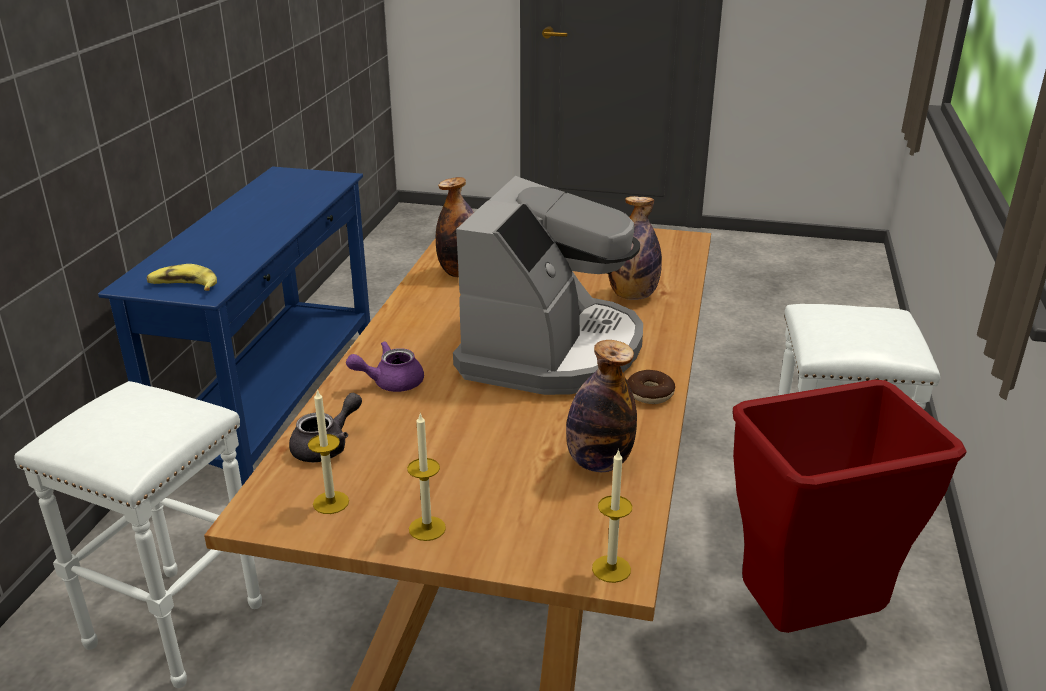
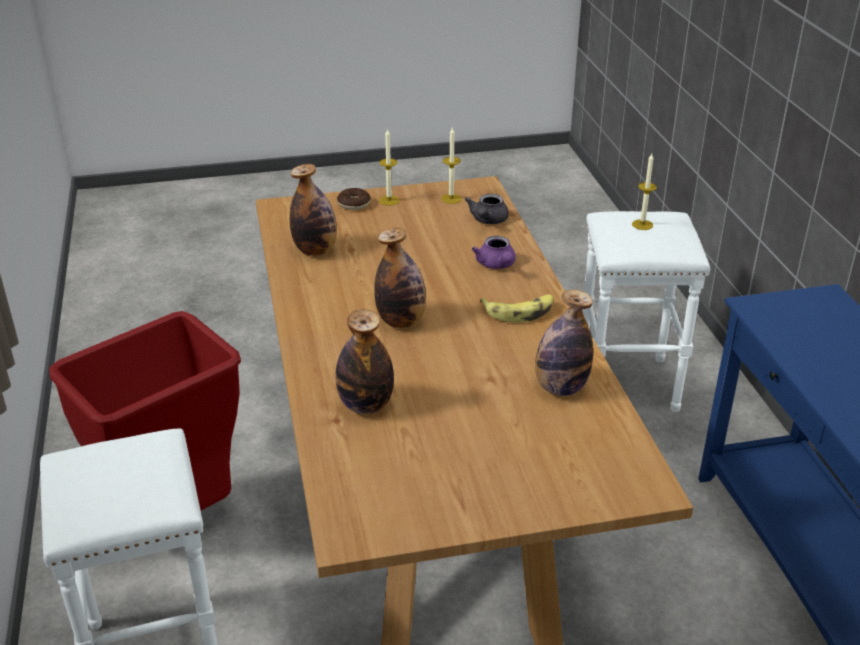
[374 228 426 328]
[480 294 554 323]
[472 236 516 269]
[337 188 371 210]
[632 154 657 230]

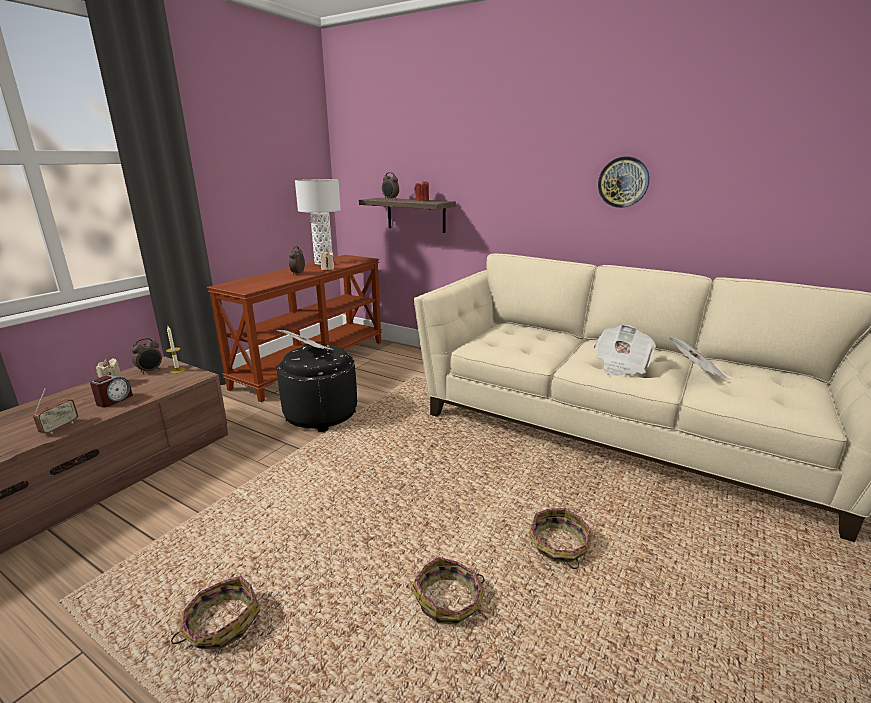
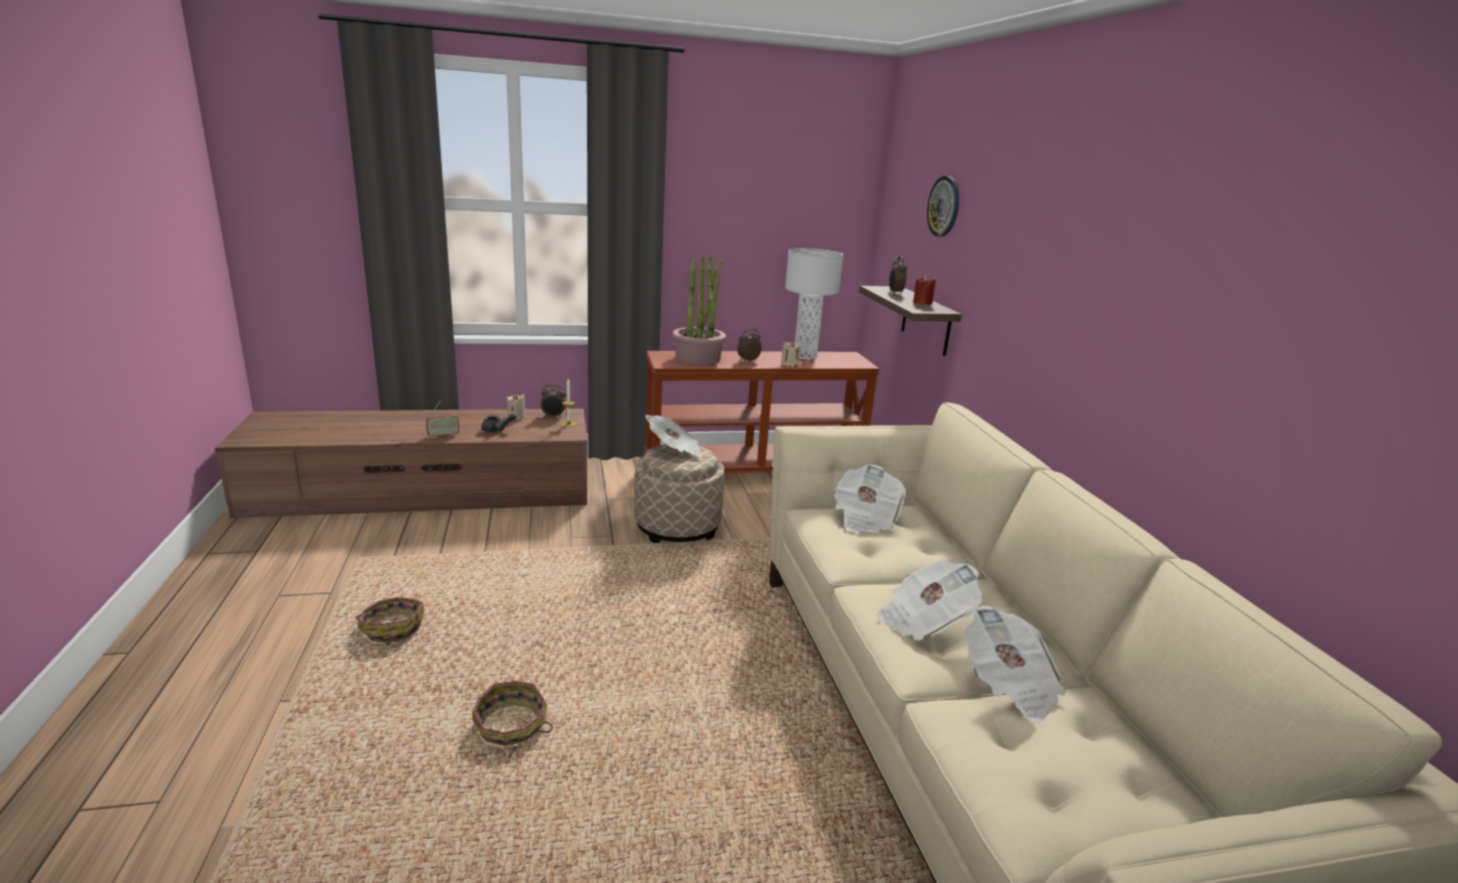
[927 176 959 237]
[634 444 724 543]
[481 413 517 433]
[529 508 592 569] (first image)
[672 256 726 365]
[833 464 907 533]

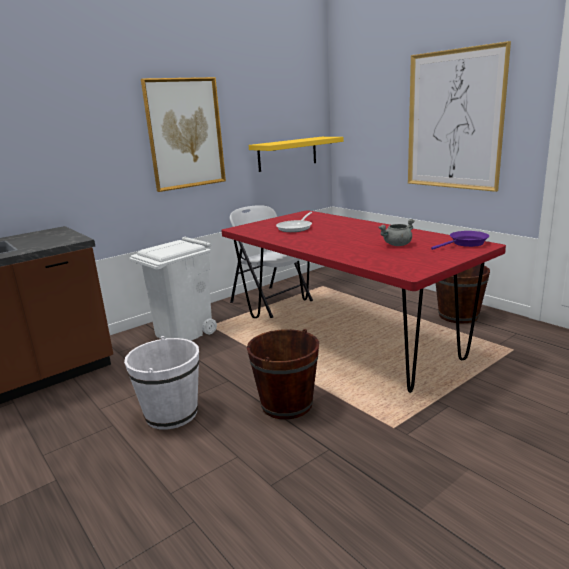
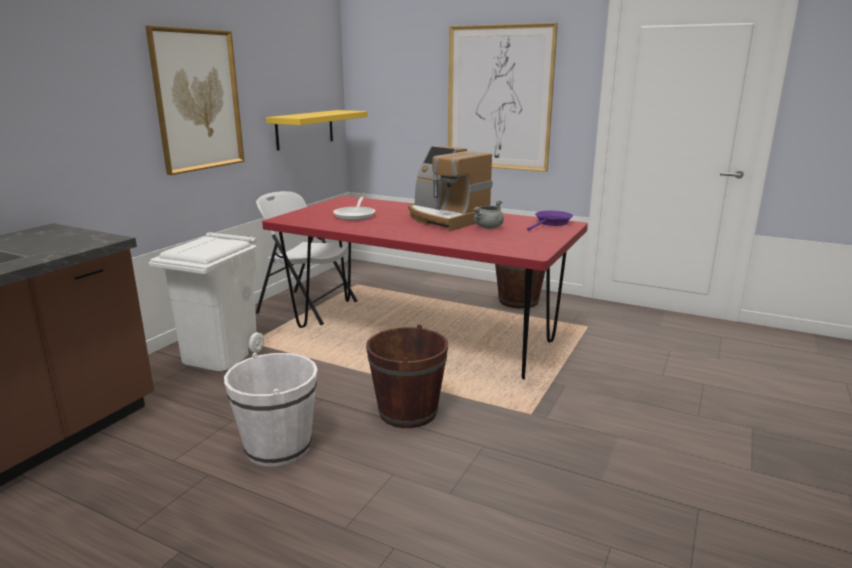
[408 146 493 231]

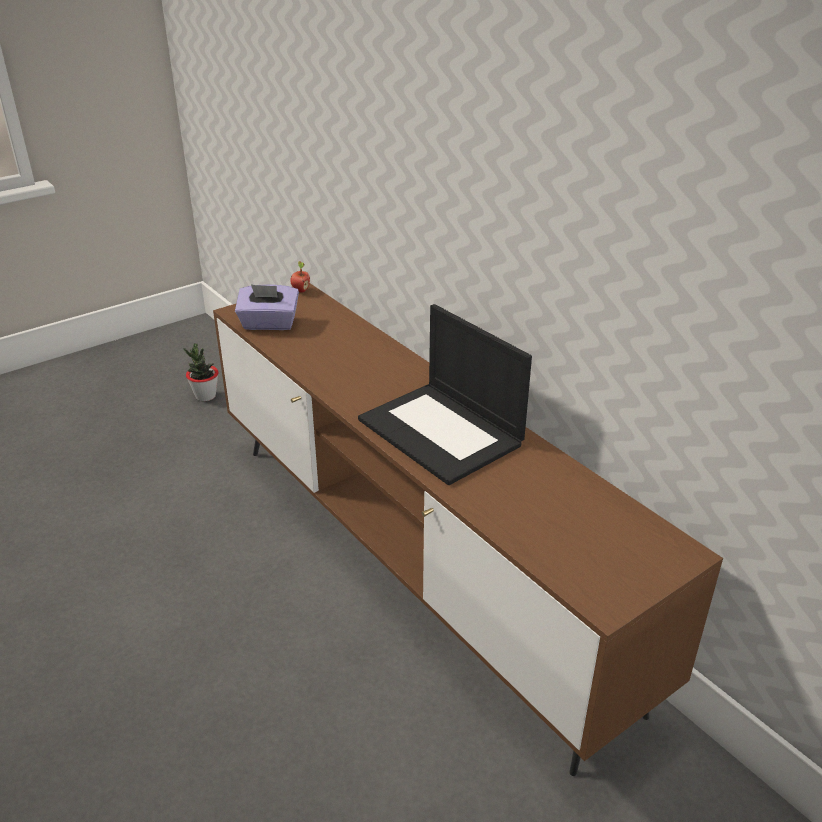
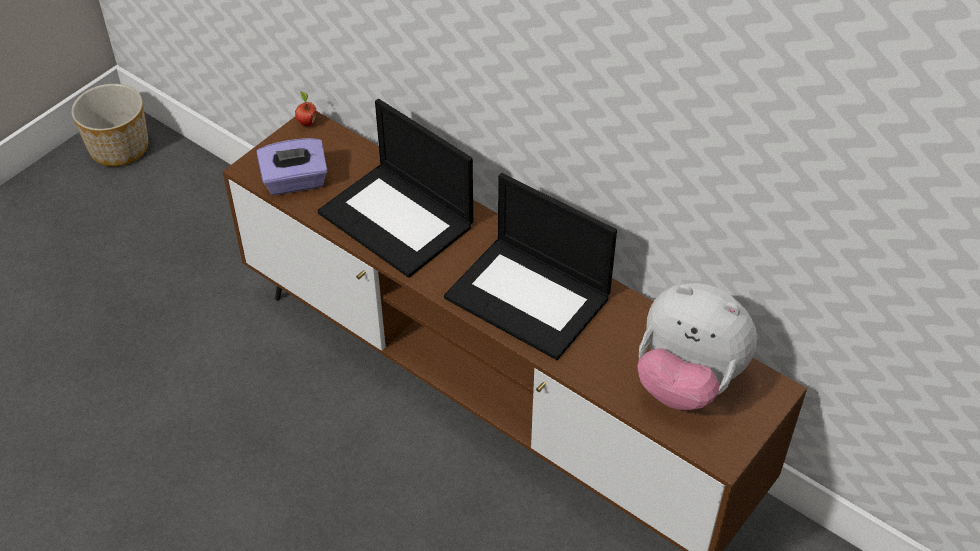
[183 343 219 401] (first image)
[71 84 148 167]
[317 99 473 278]
[638 283 757 410]

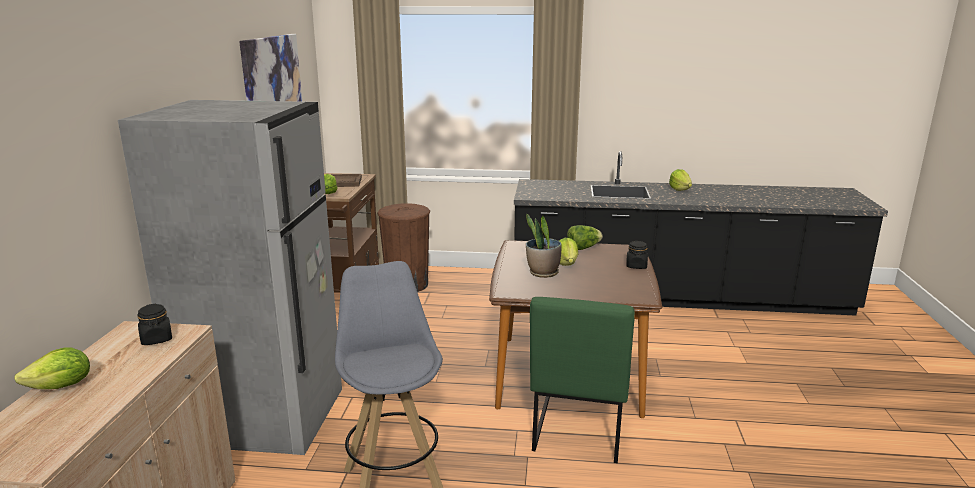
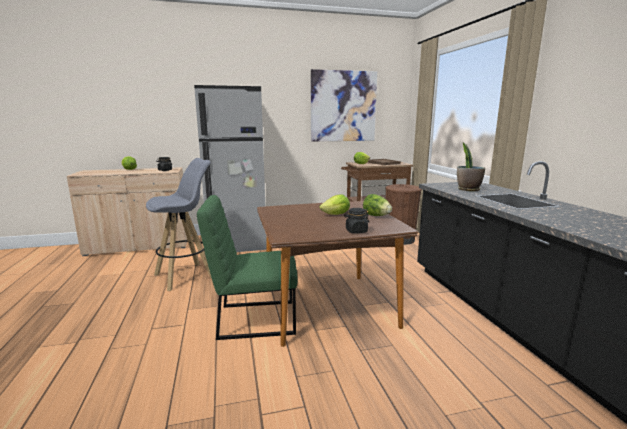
[669 169 692 191] (first image)
[457 142 485 191]

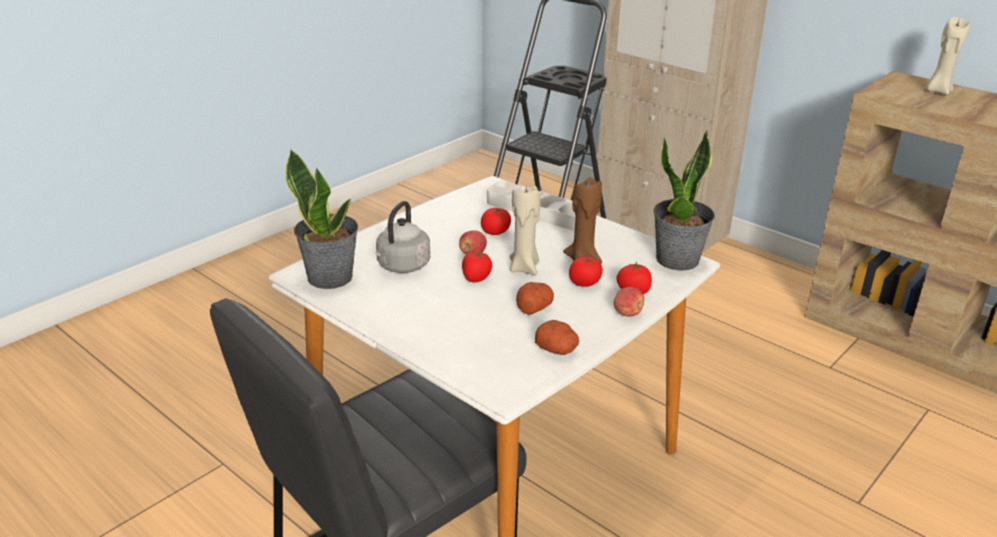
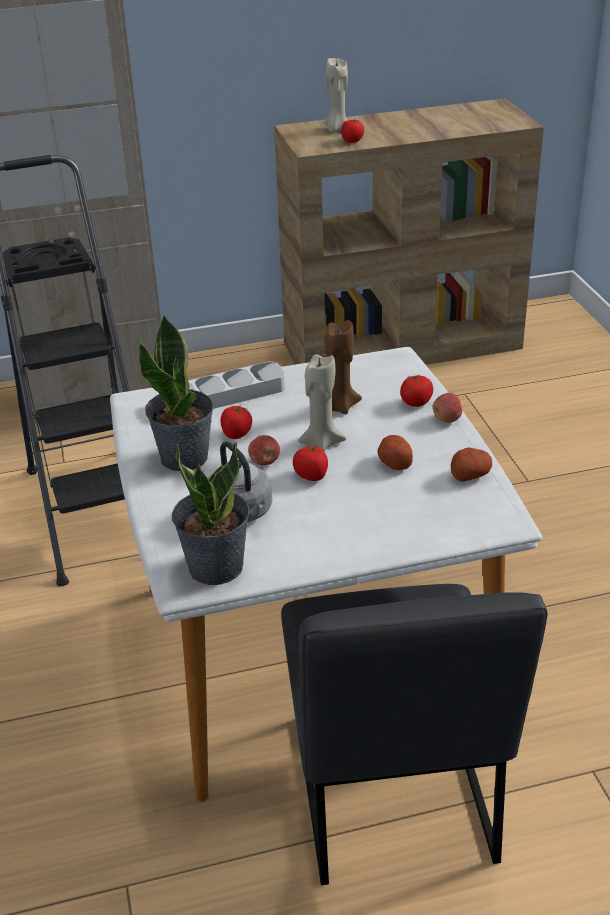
[139 314 214 471]
[341 119 364 143]

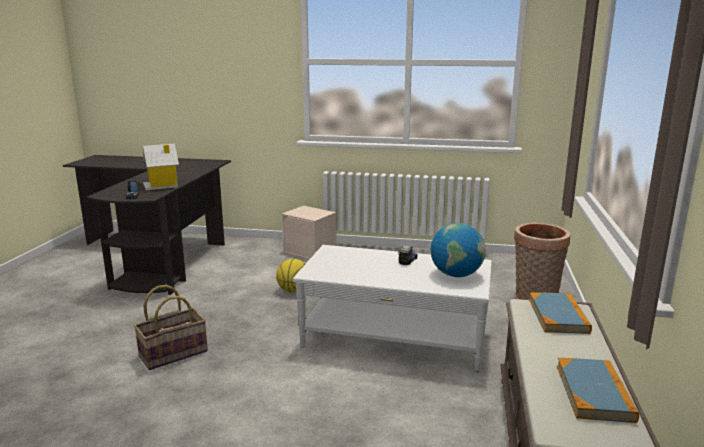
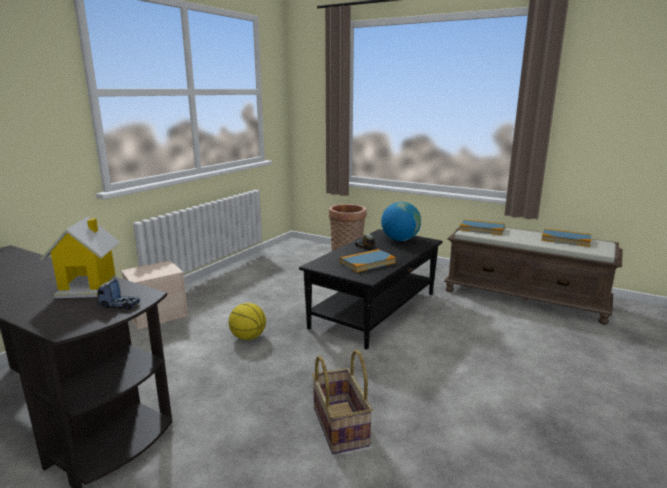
[299 229 442 350]
[340 249 396 273]

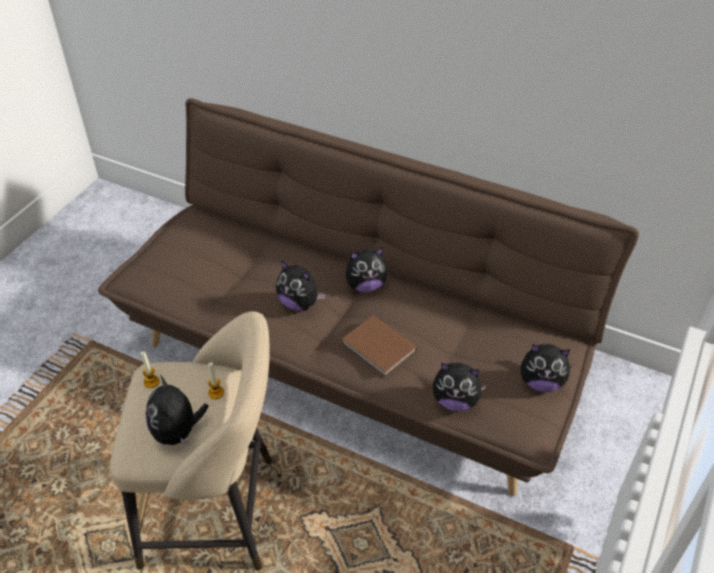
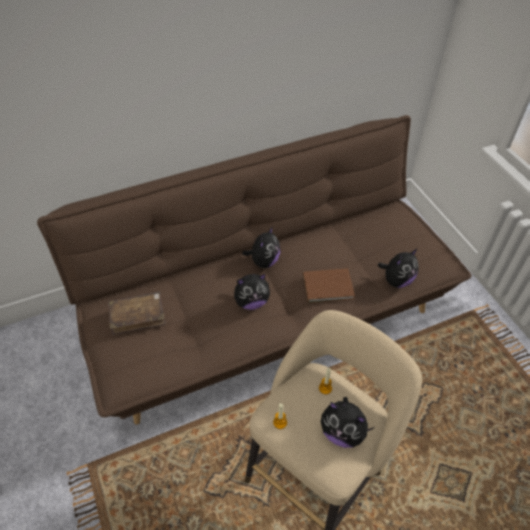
[520 344 573 392] (first image)
[108 292 166 335]

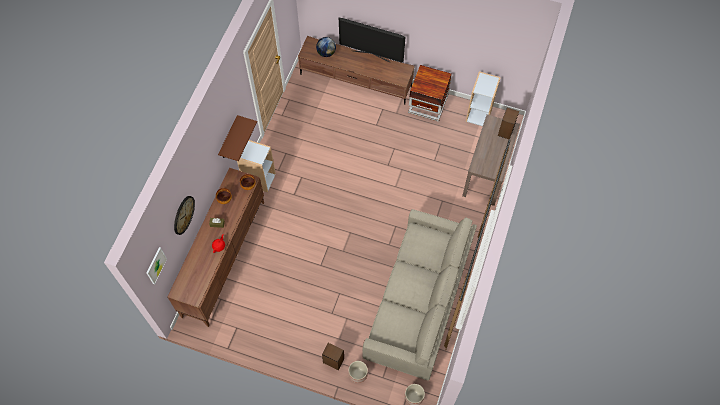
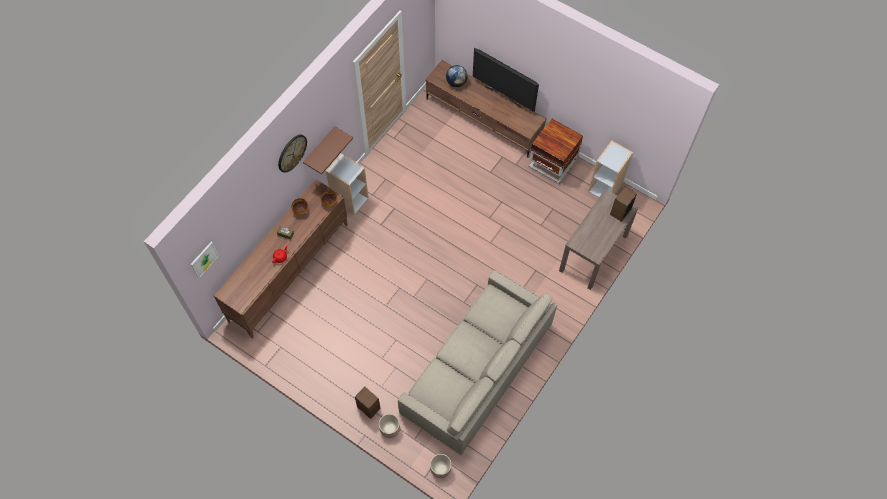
[278 135 307 173]

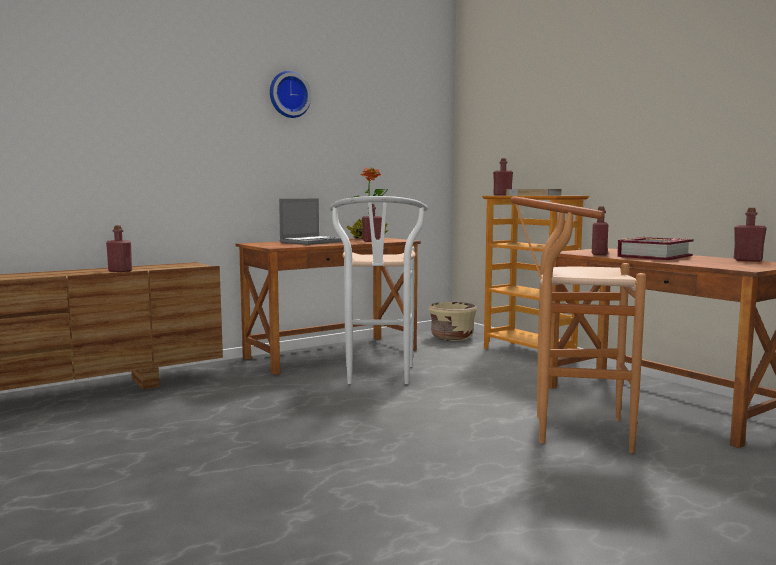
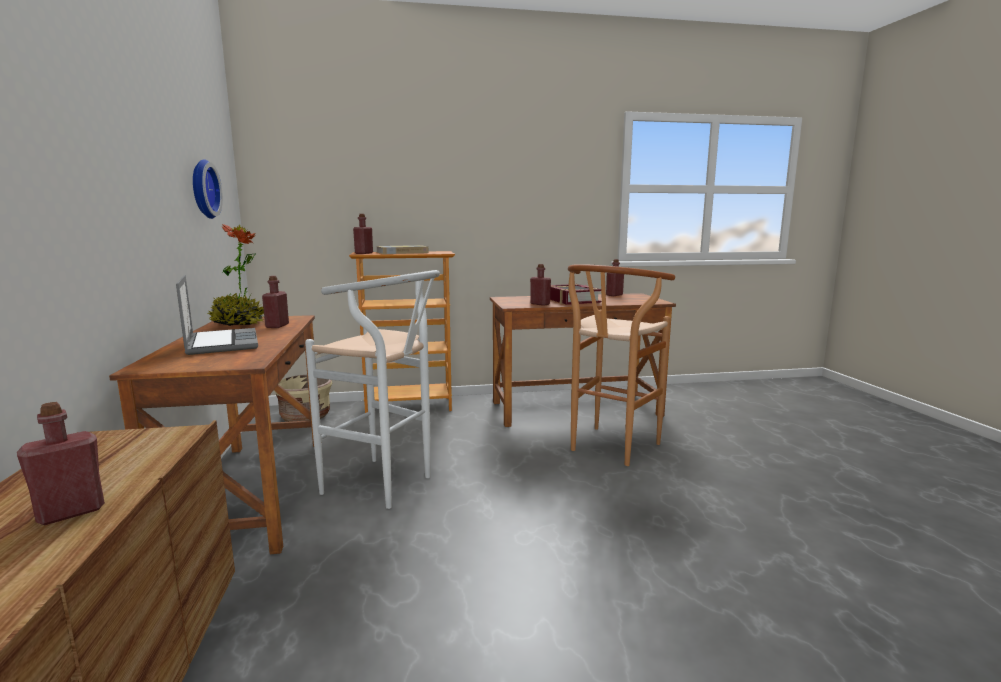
[193 159 223 219]

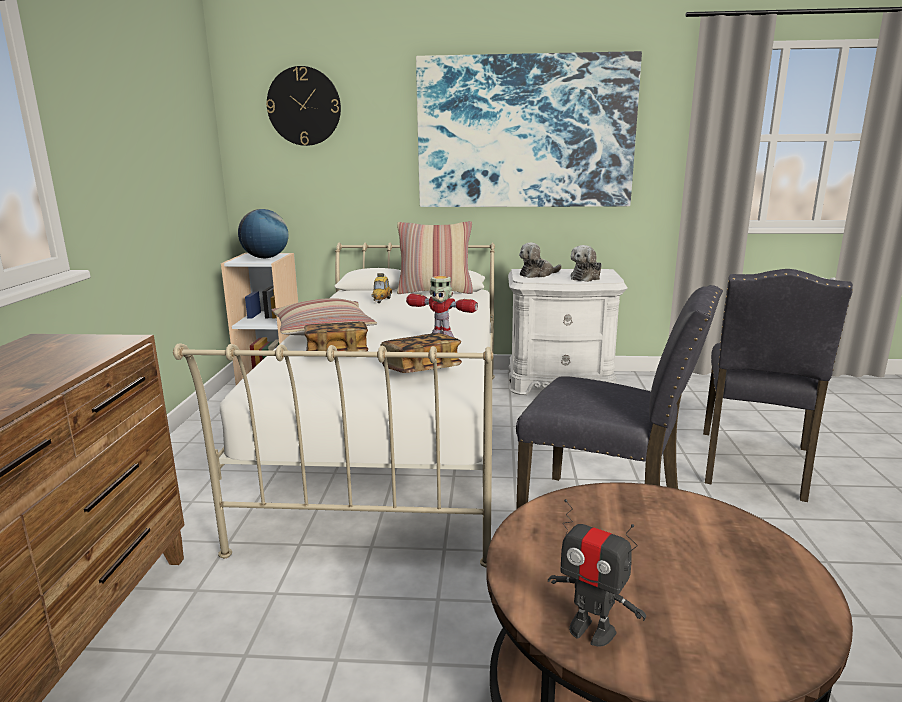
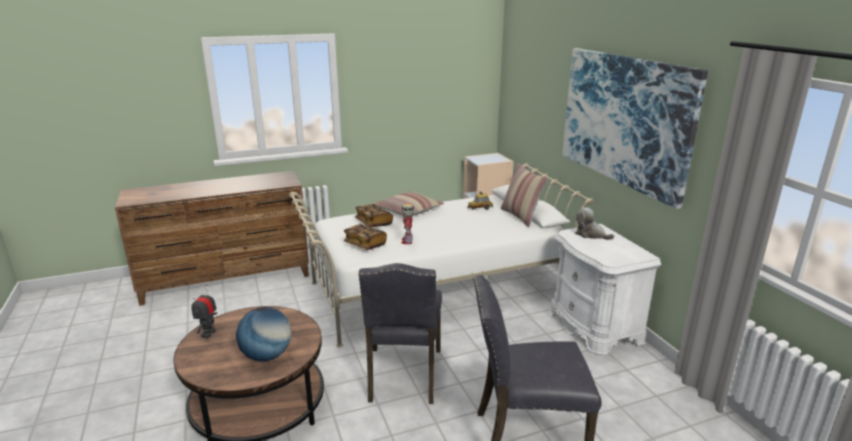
[266 66 341 146] (first image)
[236 307 291 361]
[571 245 602 282] (first image)

